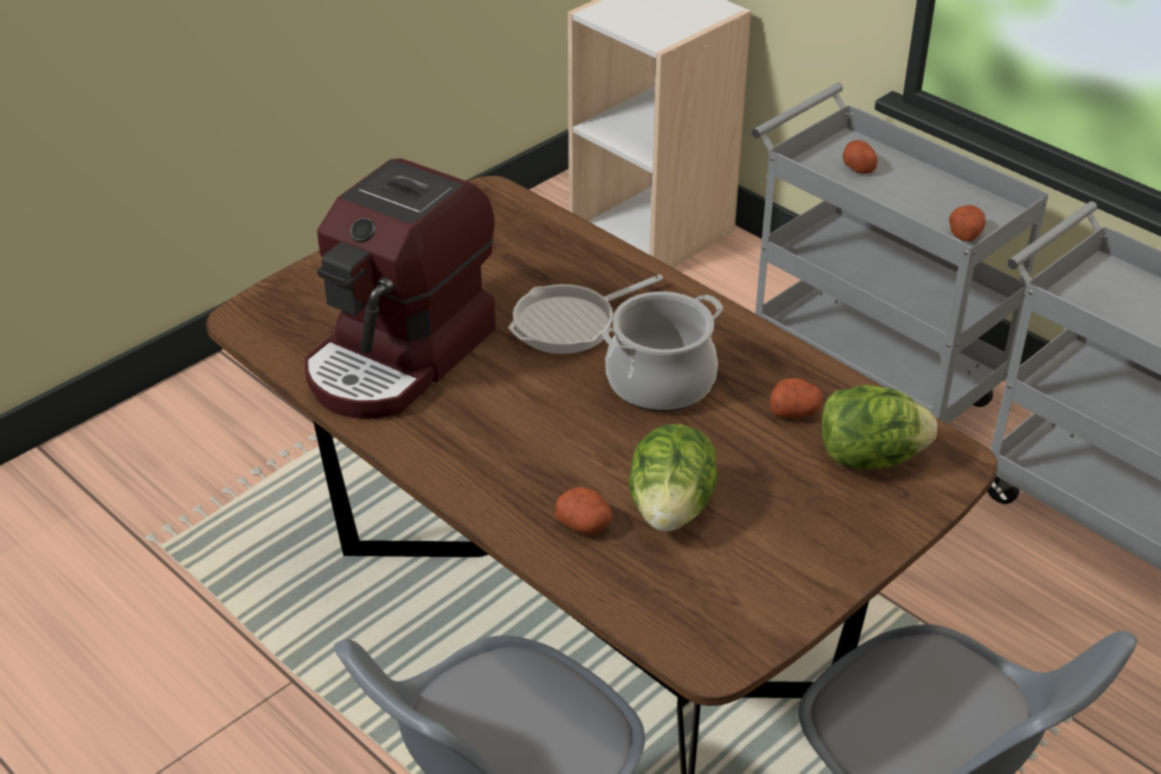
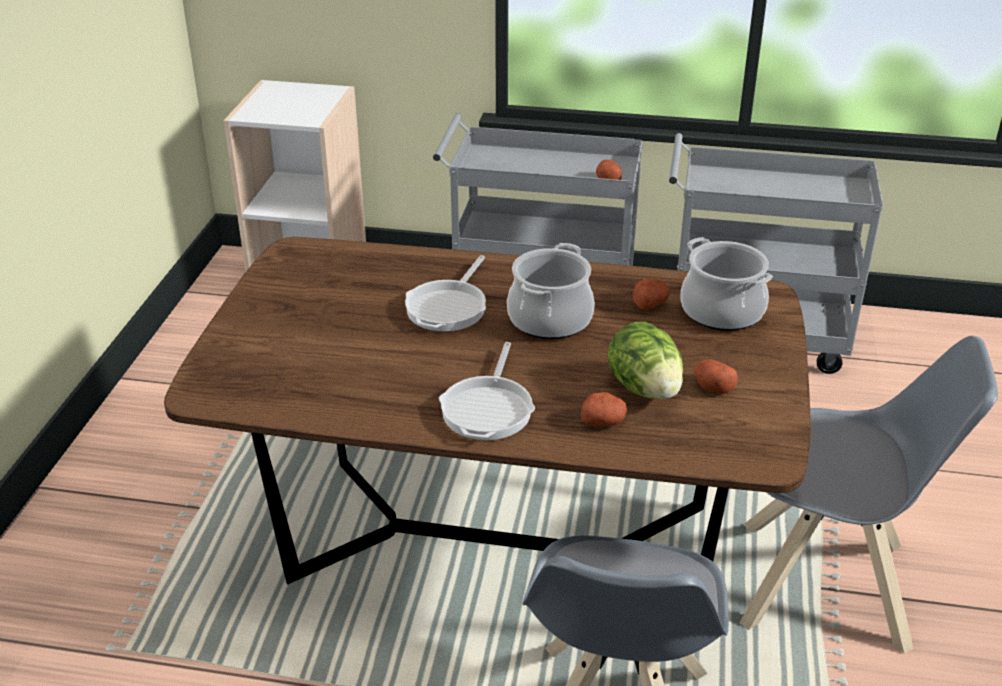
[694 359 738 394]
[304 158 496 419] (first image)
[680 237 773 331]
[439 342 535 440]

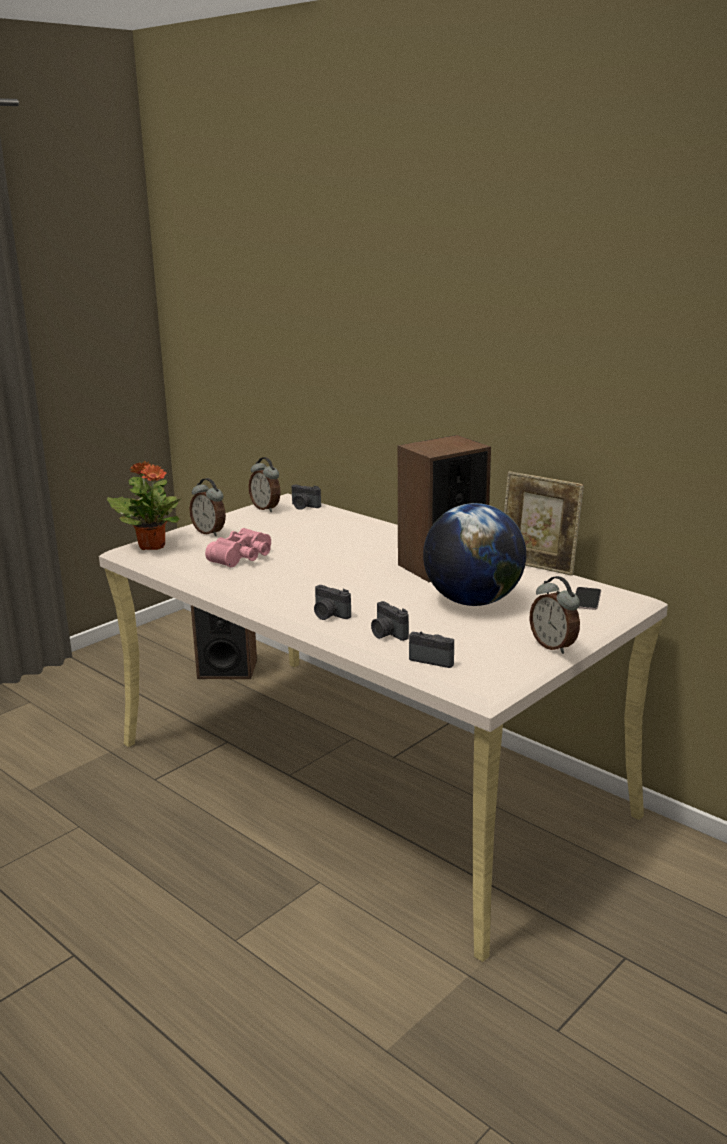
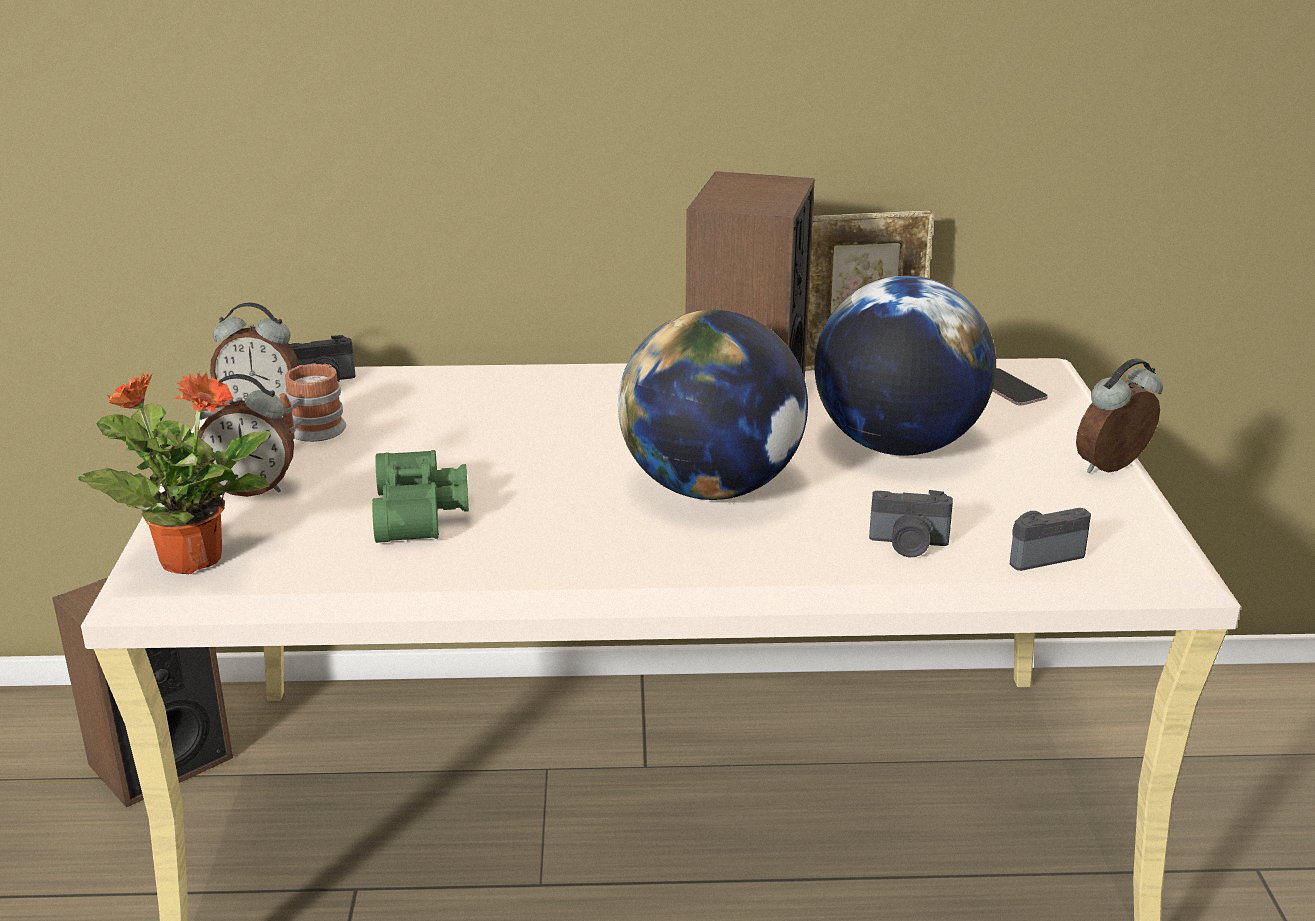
[372 450 469 543]
[1076 358 1163 473]
[314 585 351 620] (first image)
[618 310 808 500]
[279 363 346 442]

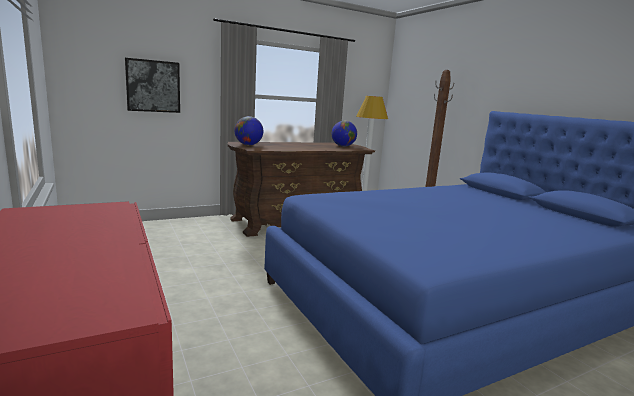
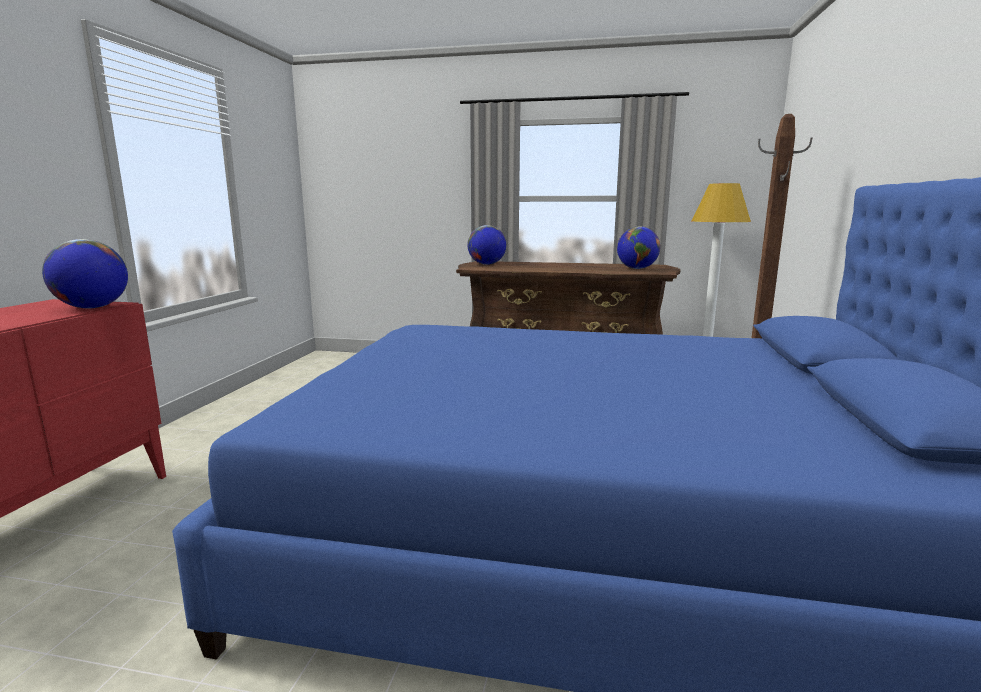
[125 58 180 113] (first image)
[42 239 128 308]

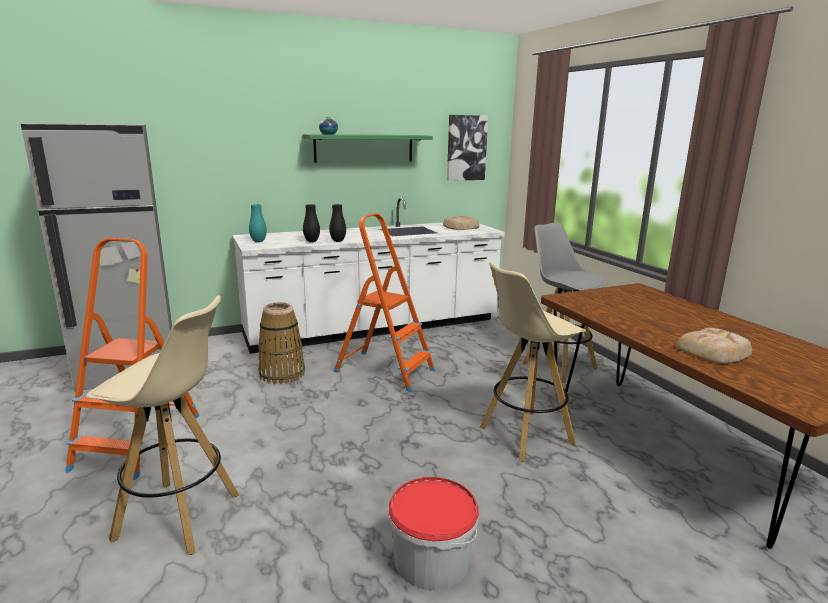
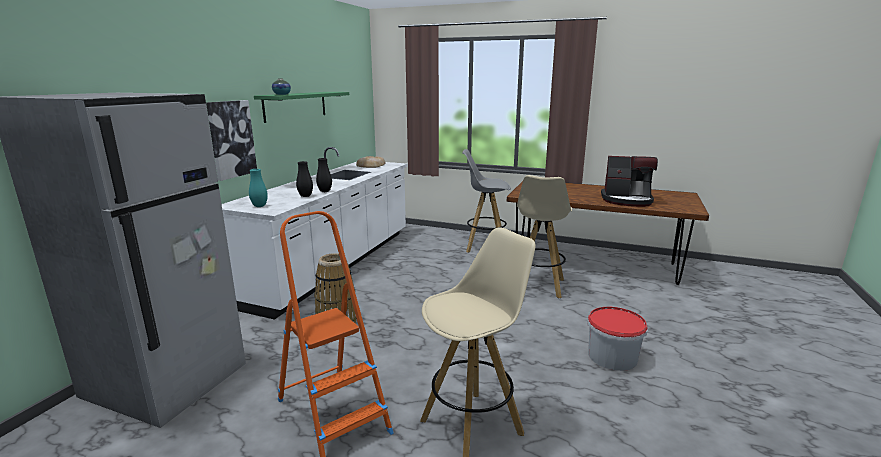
[206 100 257 181]
[334 213 436 392] (first image)
[601 156 658 207]

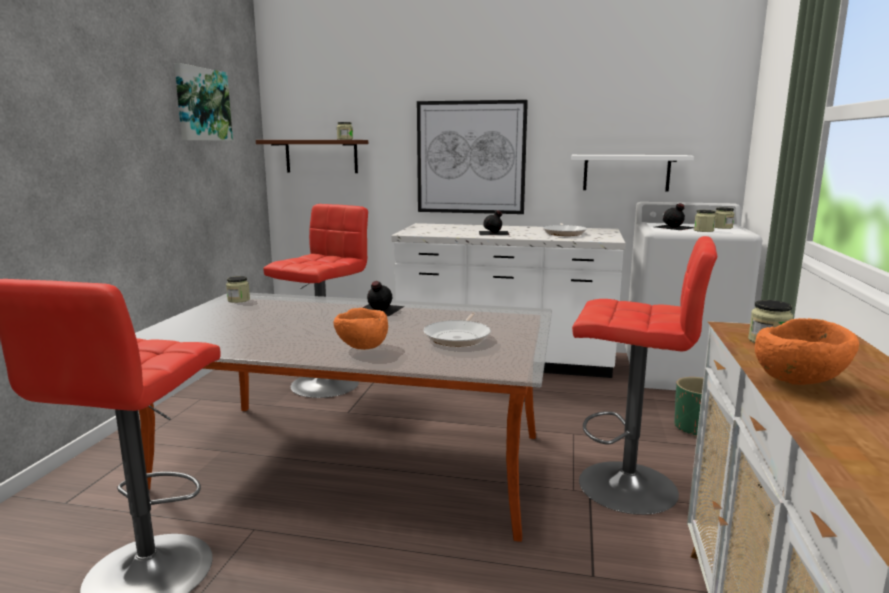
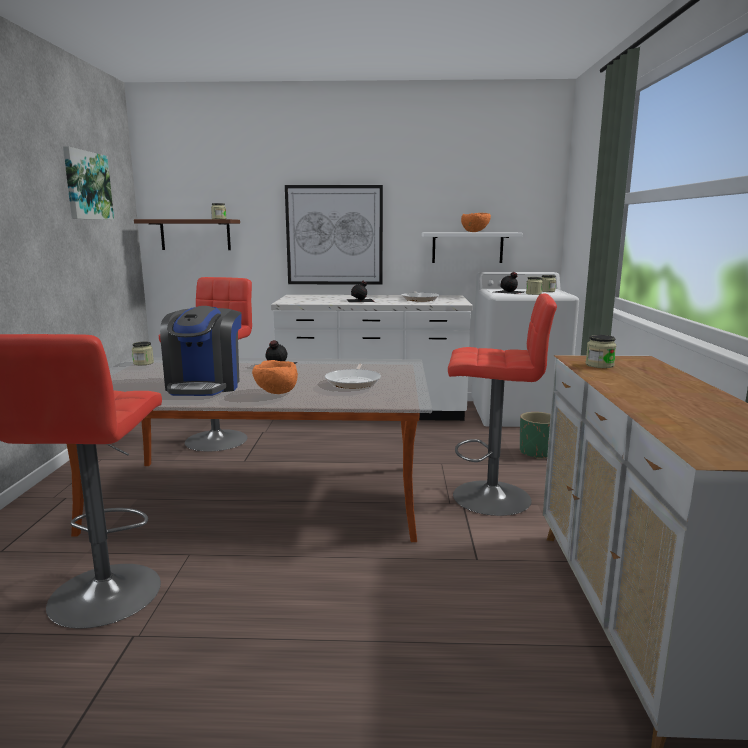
[461 213 491 232]
[160 306 242 396]

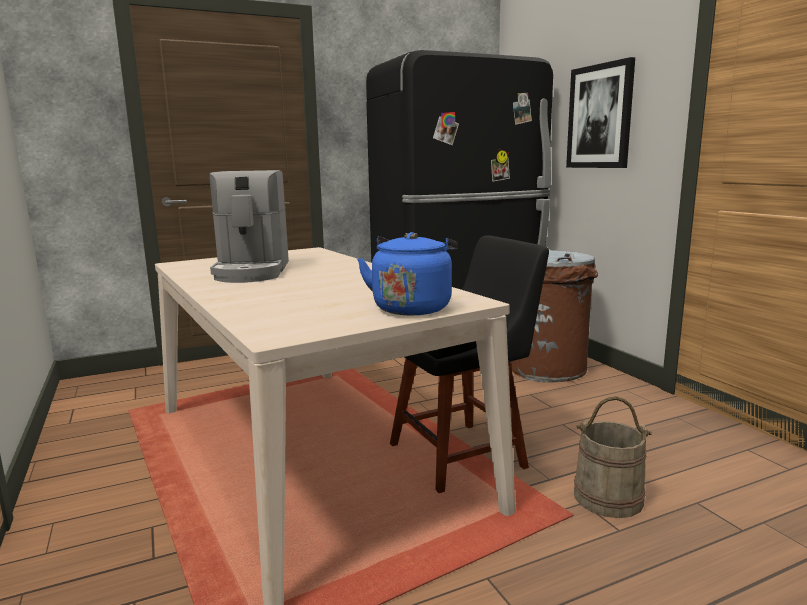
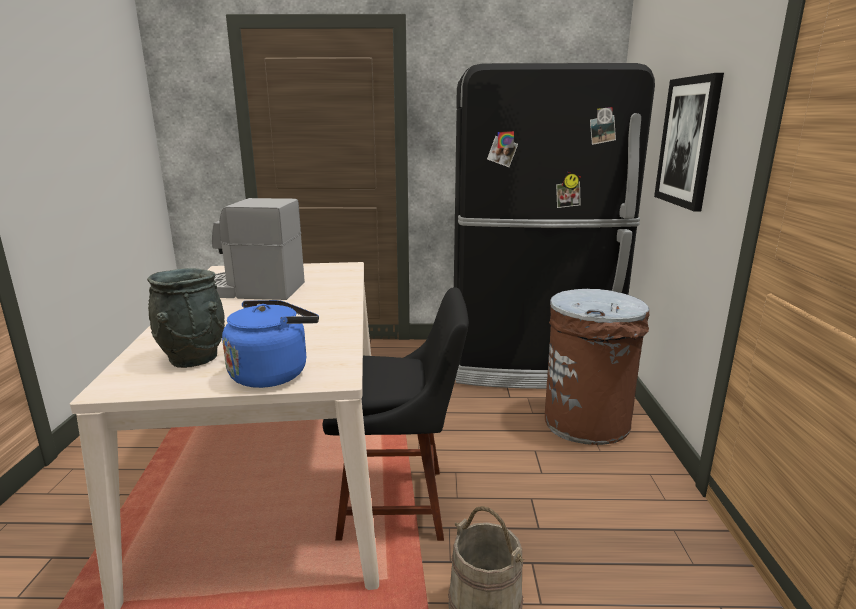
[212 198 305 300]
[147 268 225 368]

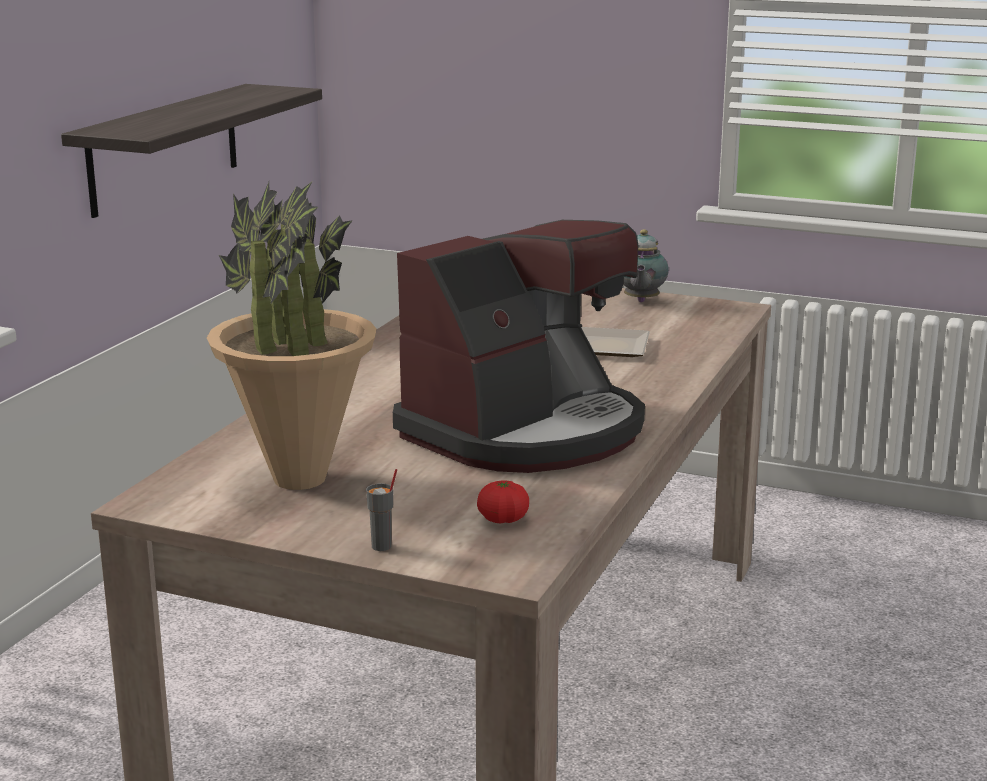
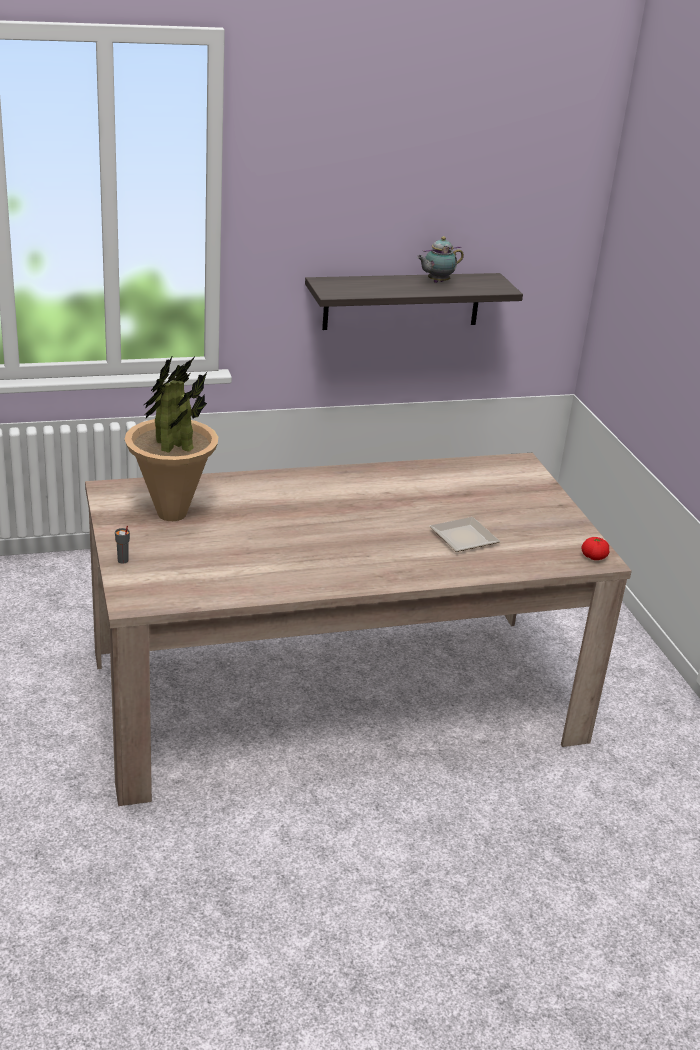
[393 220 645 473] (first image)
[417 237 464 283]
[581 537 609 560]

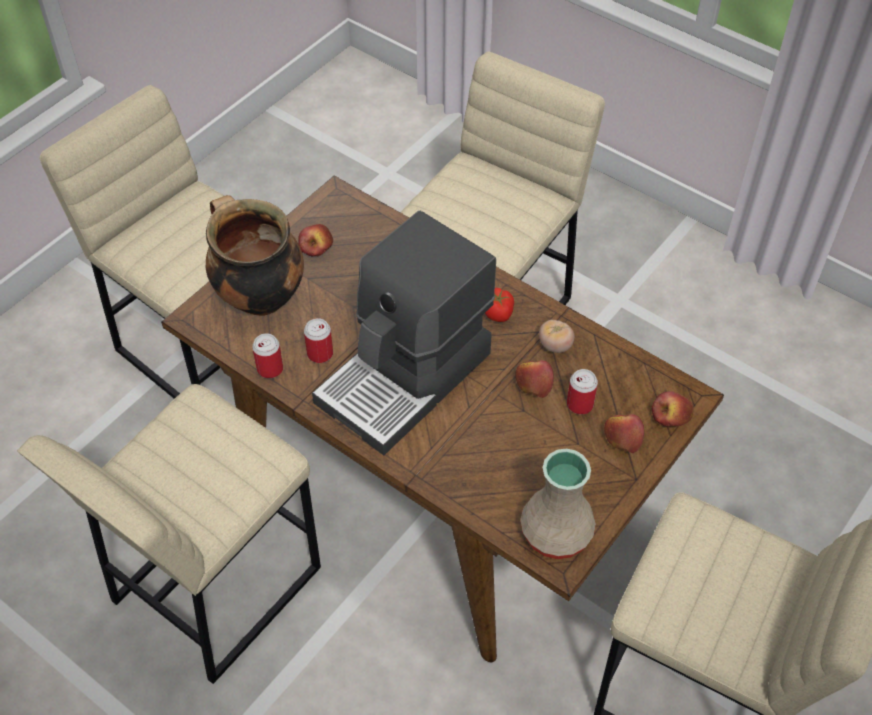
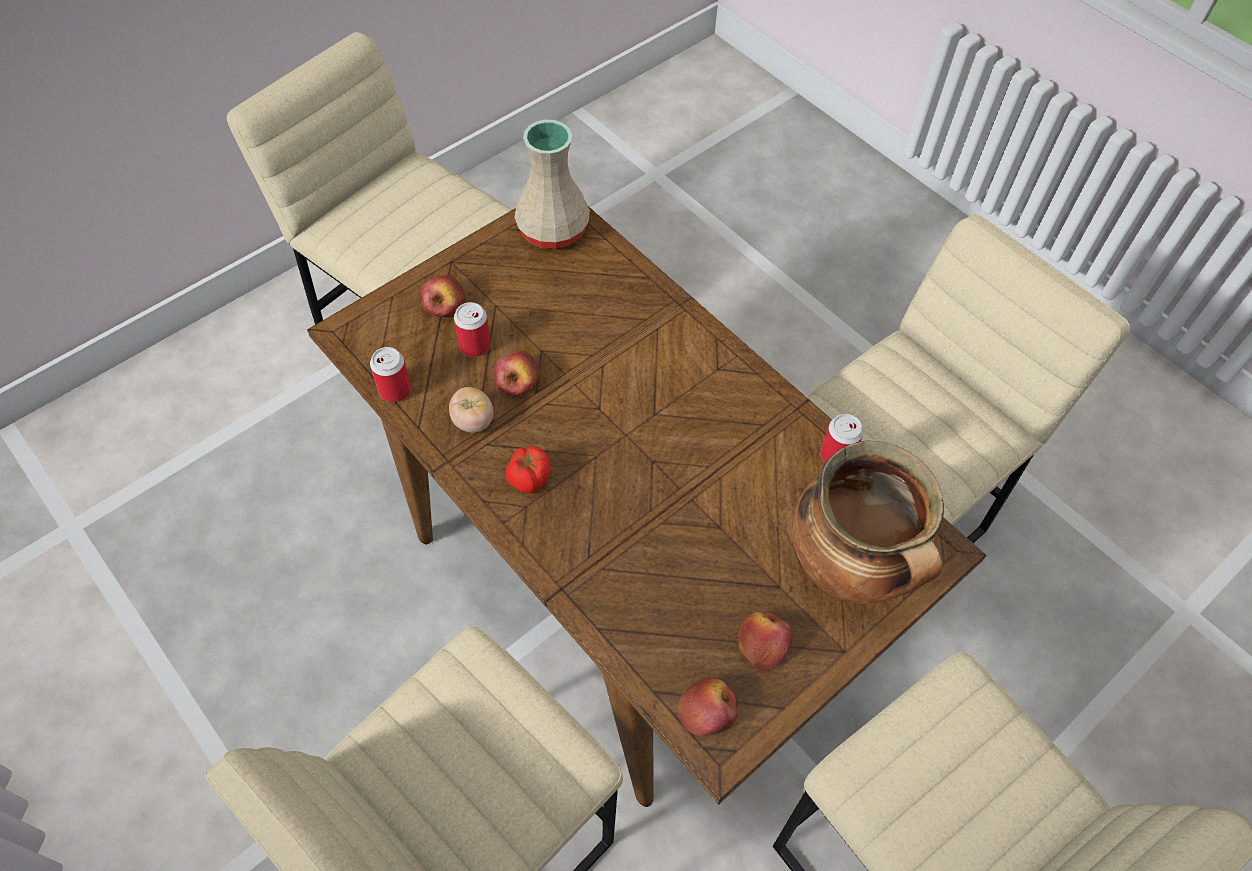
[312 211 496 455] (first image)
[370 347 411 402]
[679 677 737 736]

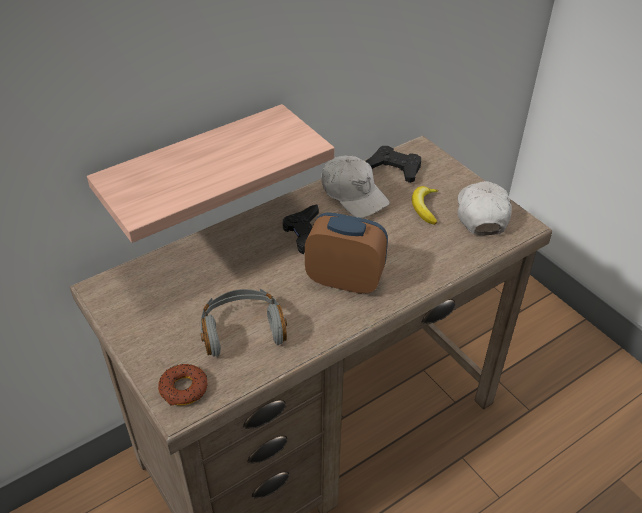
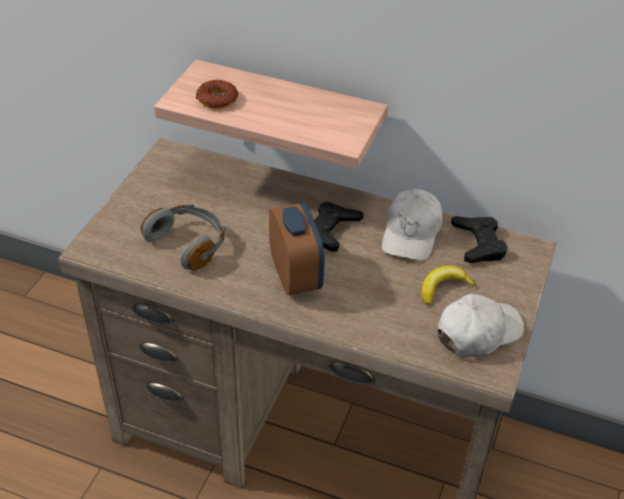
[196 80 238 109]

